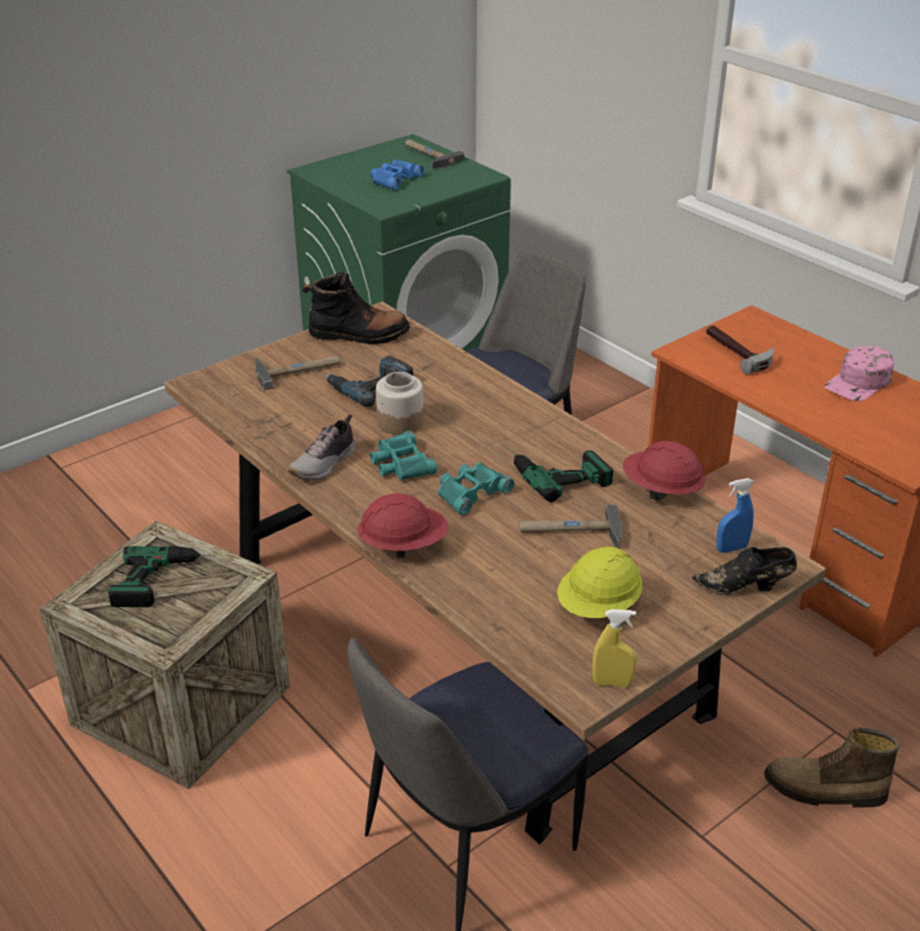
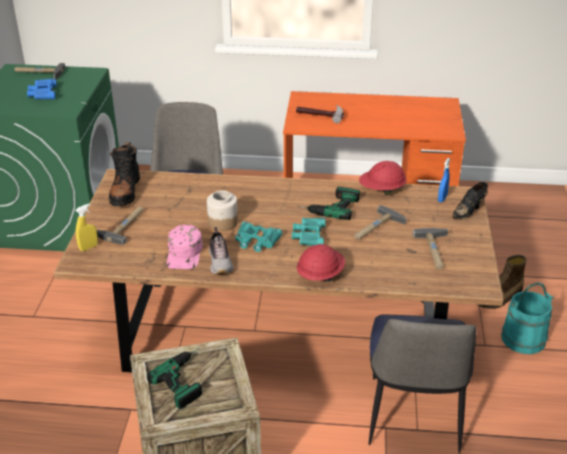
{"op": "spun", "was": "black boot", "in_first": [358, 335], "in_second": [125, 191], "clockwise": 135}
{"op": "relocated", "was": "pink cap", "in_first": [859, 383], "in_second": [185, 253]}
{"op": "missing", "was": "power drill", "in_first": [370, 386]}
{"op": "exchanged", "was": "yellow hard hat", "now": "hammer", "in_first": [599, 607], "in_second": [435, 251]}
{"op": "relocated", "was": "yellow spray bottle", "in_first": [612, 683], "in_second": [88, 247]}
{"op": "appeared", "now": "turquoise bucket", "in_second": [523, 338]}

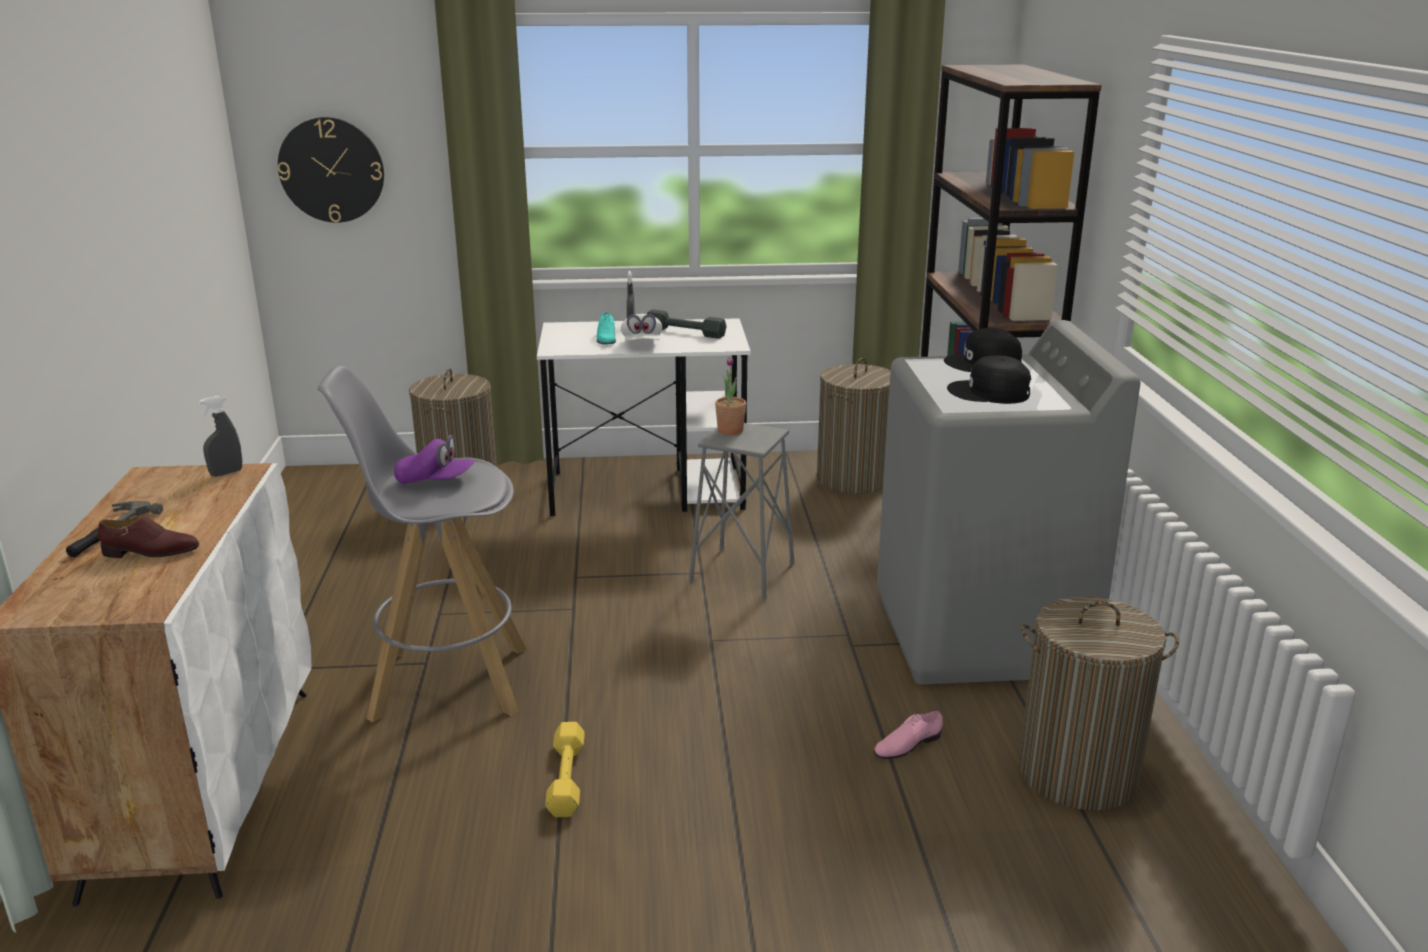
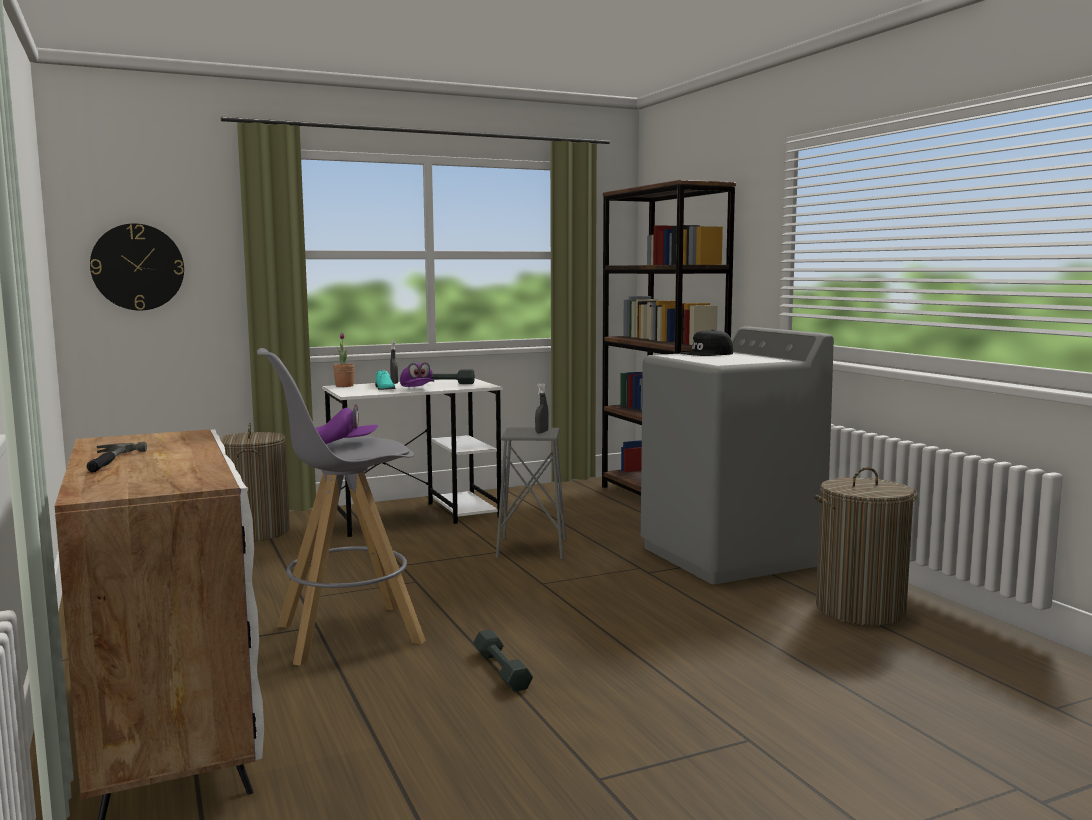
{"op": "colour", "was": "white cap", "now": "purple cap", "in_first": [642, 345], "in_second": [417, 389]}
{"op": "relocated", "was": "potted plant", "in_first": [730, 430], "in_second": [344, 386]}
{"op": "missing", "was": "black cap", "in_first": [989, 393]}
{"op": "missing", "was": "laundry basket", "in_first": [853, 479]}
{"op": "relocated", "was": "grey spray bottle", "in_first": [226, 473], "in_second": [541, 432]}
{"op": "missing", "was": "brown shoe", "in_first": [151, 552]}
{"op": "missing", "was": "pink shoe", "in_first": [907, 744]}
{"op": "colour", "was": "yellow dumbbell", "now": "grey dumbbell", "in_first": [566, 778], "in_second": [501, 669]}

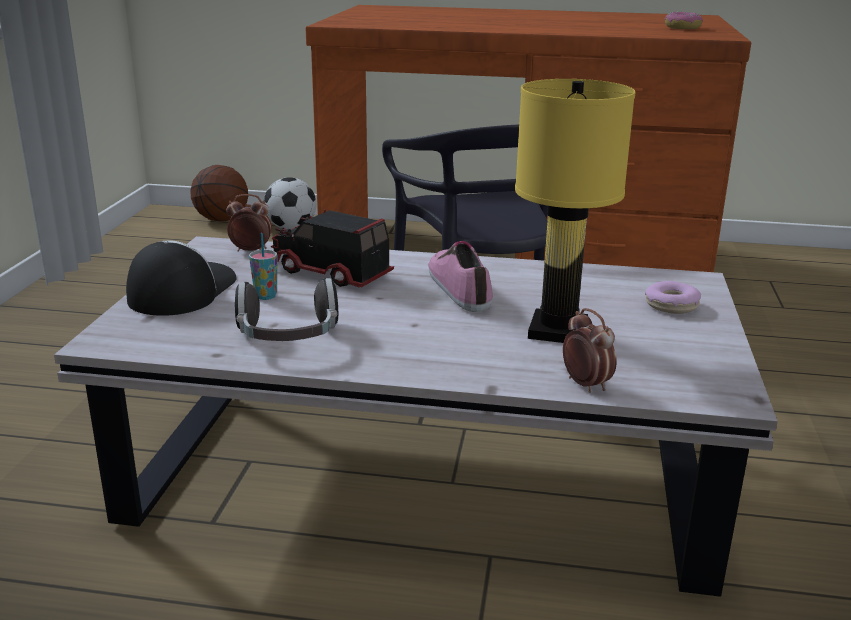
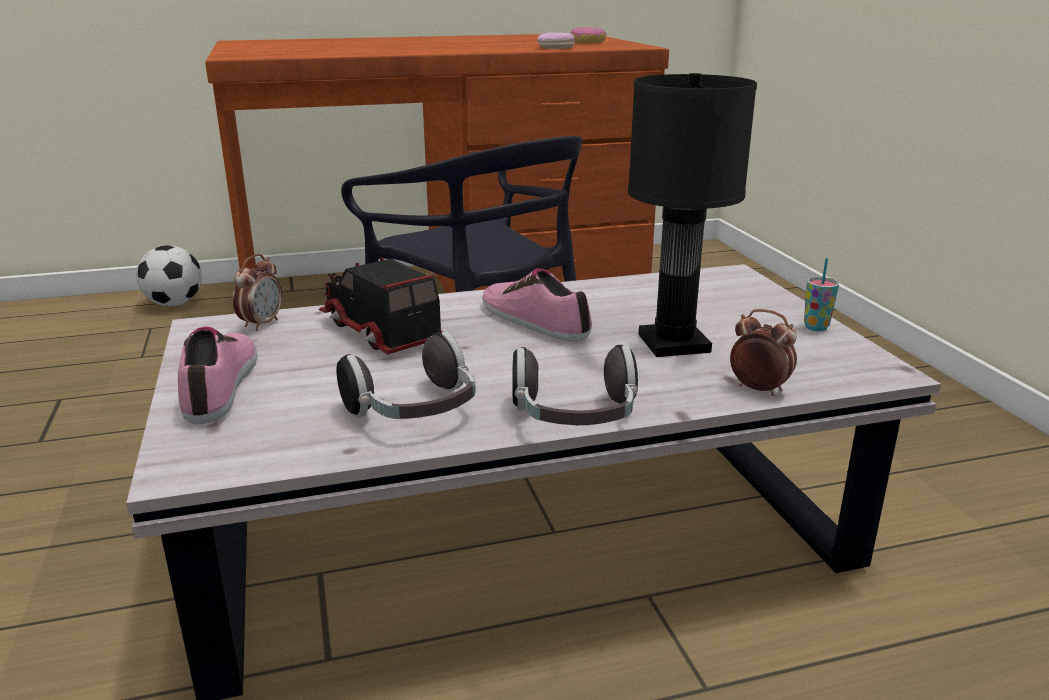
{"op": "colour", "was": "yellow table lamp", "now": "black table lamp", "in_first": [559, 330], "in_second": [674, 343]}
{"op": "missing", "was": "basketball", "in_first": [222, 219]}
{"op": "spun", "was": "alarm clock", "in_first": [251, 251], "in_second": [261, 324], "clockwise": 135}
{"op": "spun", "was": "toy truck", "in_first": [329, 273], "in_second": [380, 331], "clockwise": 45}
{"op": "relocated", "was": "cup", "in_first": [265, 296], "in_second": [816, 327]}
{"op": "exchanged", "was": "cap", "now": "shoe", "in_first": [181, 290], "in_second": [222, 385]}
{"op": "relocated", "was": "donut", "in_first": [671, 305], "in_second": [556, 47]}
{"op": "appeared", "now": "headphones", "in_second": [575, 419]}

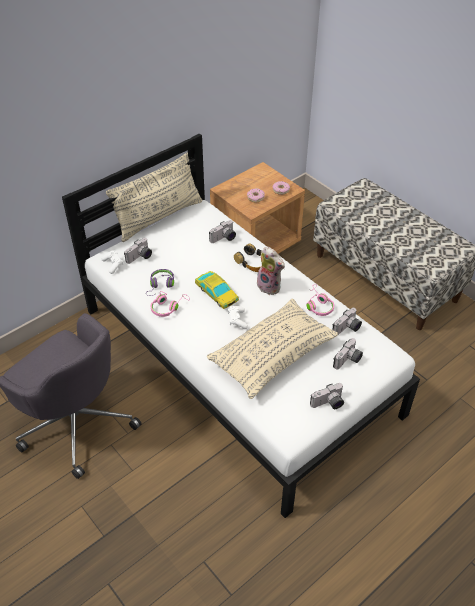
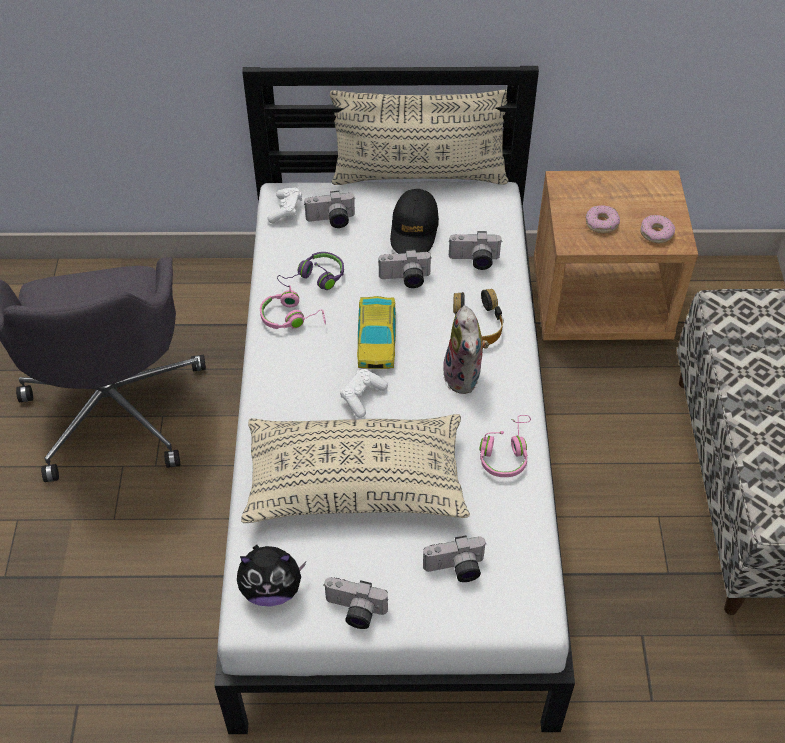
{"op": "relocated", "was": "photo camera", "in_first": [347, 329], "in_second": [405, 280]}
{"op": "appeared", "now": "black cap", "in_second": [414, 230]}
{"op": "appeared", "now": "plush toy", "in_second": [271, 589]}

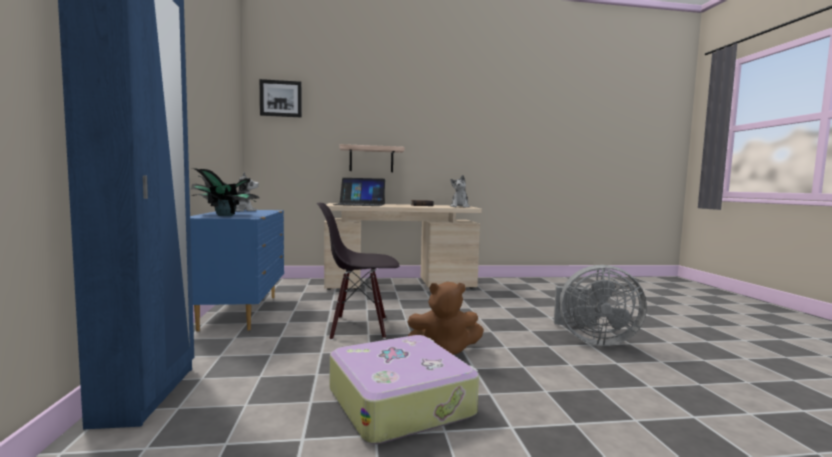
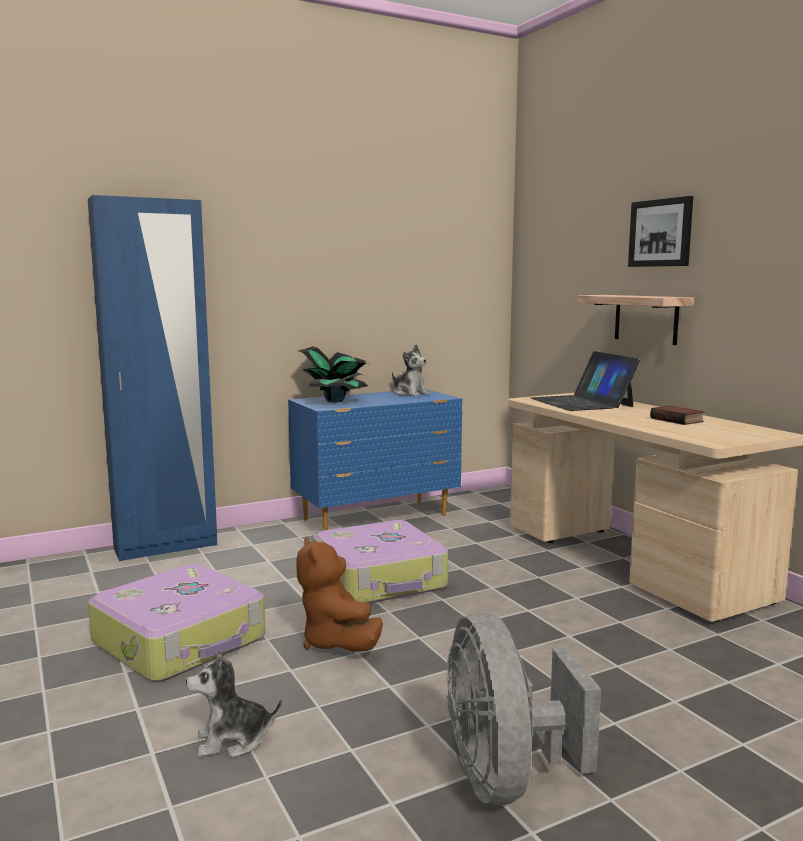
{"op": "relocated", "was": "picture", "in_first": [281, 98], "in_second": [661, 233]}
{"op": "relocated", "was": "plush toy", "in_first": [459, 206], "in_second": [233, 740]}
{"op": "exchanged", "was": "black chair", "now": "suitcase", "in_first": [359, 328], "in_second": [380, 579]}

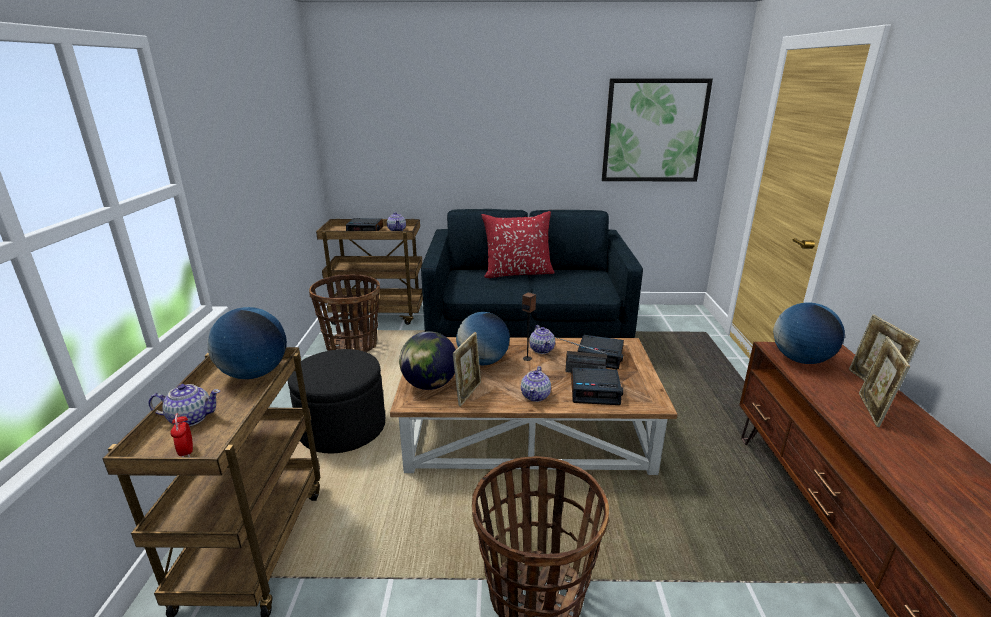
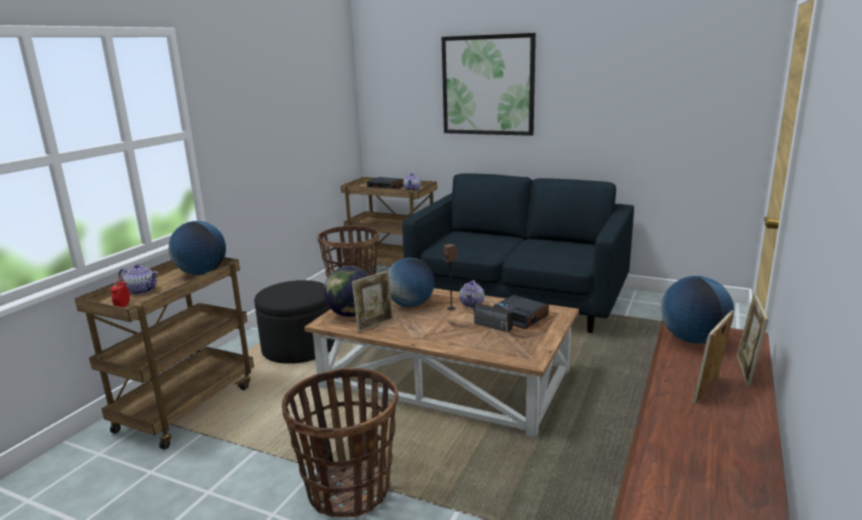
{"op": "relocated", "was": "picture", "in_first": [654, 131], "in_second": [488, 85]}
{"op": "missing", "was": "red pillow", "in_first": [517, 273]}
{"op": "missing", "was": "teapot", "in_first": [536, 396]}
{"op": "missing", "was": "alarm clock", "in_first": [595, 391]}

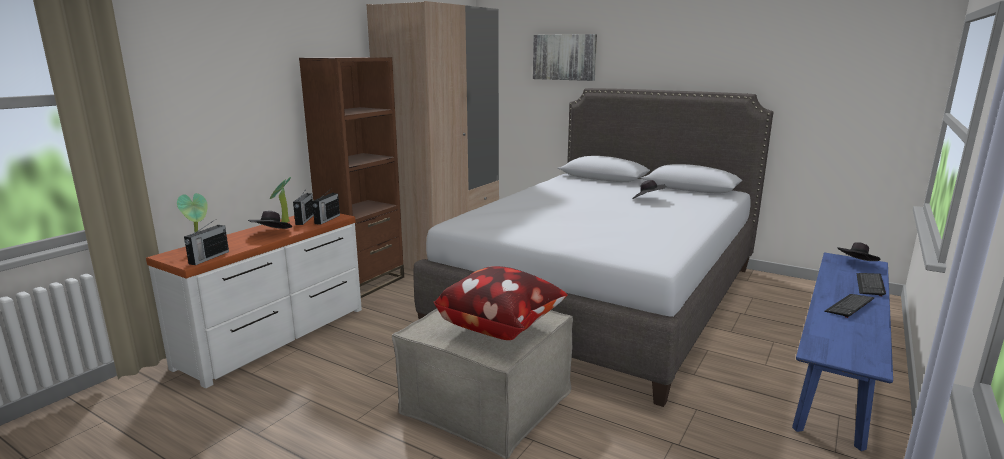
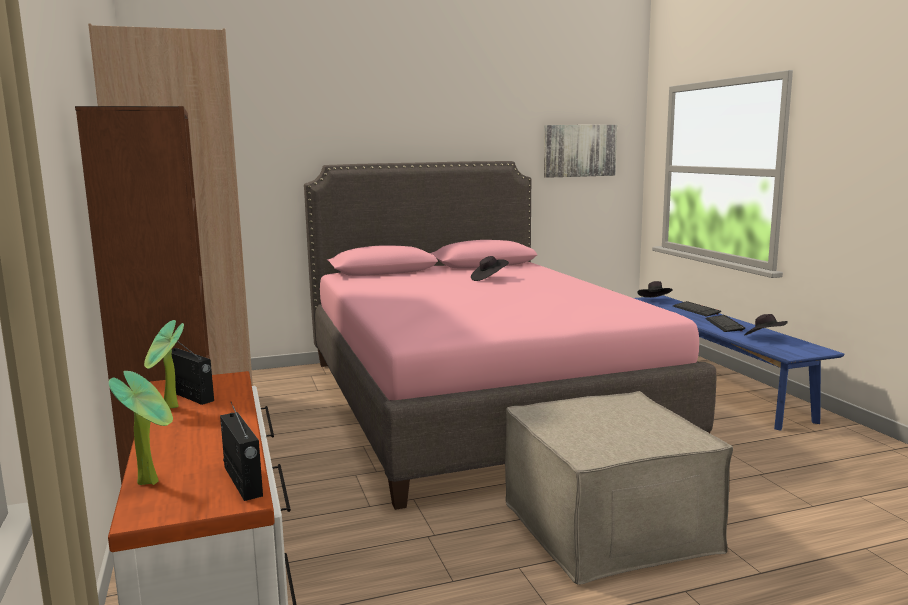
{"op": "relocated", "was": "picture", "in_first": [564, 57], "in_second": [579, 150]}
{"op": "colour", "was": "grey bed", "now": "pink bed", "in_first": [602, 296], "in_second": [475, 402]}
{"op": "missing", "was": "radio", "in_first": [326, 219]}
{"op": "relocated", "was": "black hat", "in_first": [271, 233], "in_second": [764, 338]}
{"op": "missing", "was": "pillow", "in_first": [500, 326]}

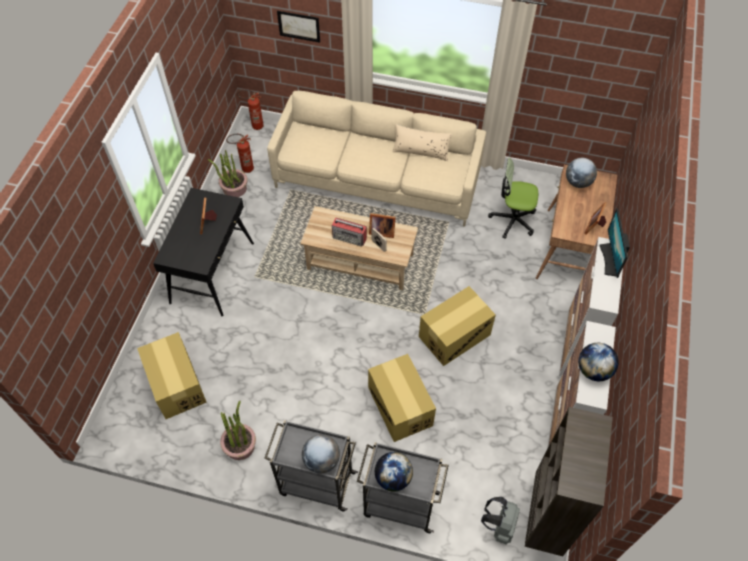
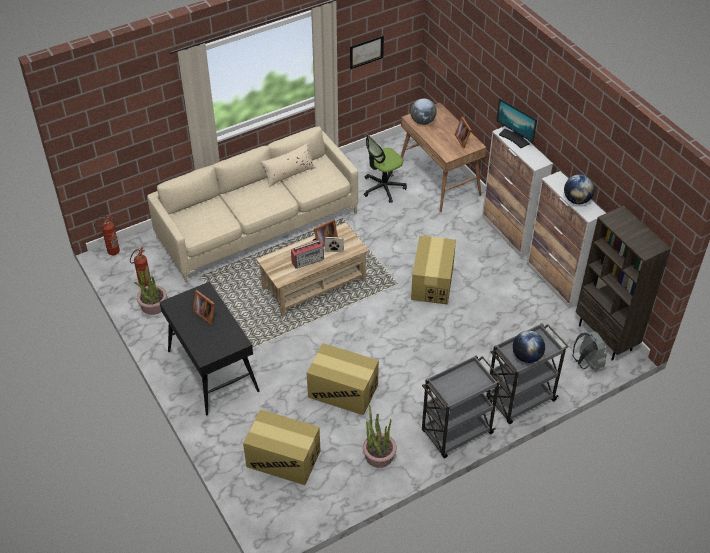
{"op": "relocated", "was": "picture", "in_first": [299, 26], "in_second": [366, 52]}
{"op": "relocated", "was": "cardboard box", "in_first": [400, 406], "in_second": [343, 391]}
{"op": "missing", "was": "globe", "in_first": [322, 460]}

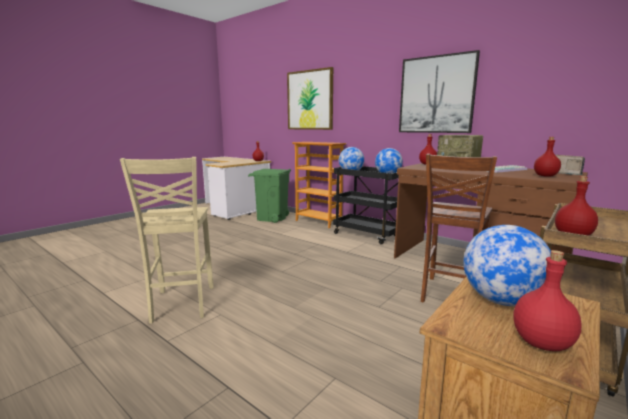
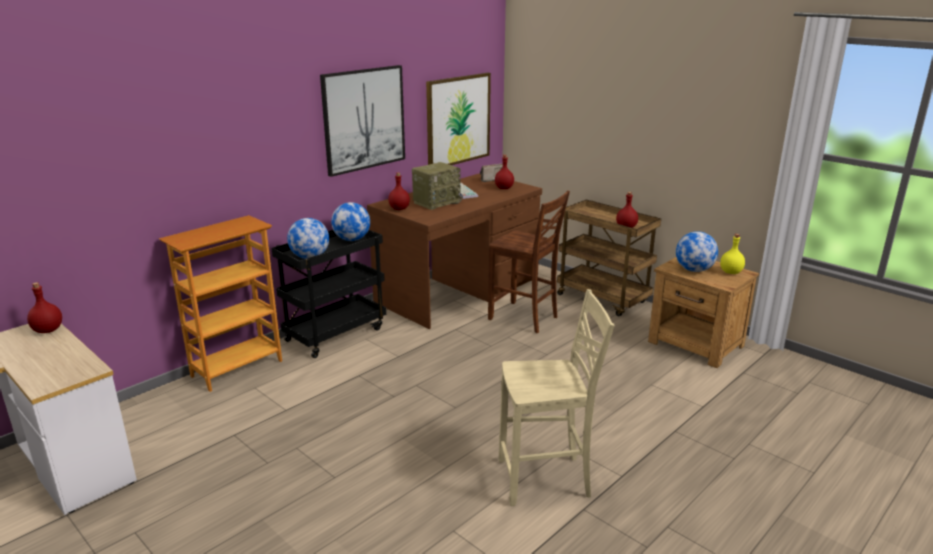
{"op": "relocated", "was": "picture", "in_first": [310, 100], "in_second": [458, 120]}
{"op": "missing", "was": "green trash can", "in_first": [272, 218]}
{"op": "colour", "was": "red bottle", "now": "yellow bottle", "in_first": [540, 342], "in_second": [730, 272]}

